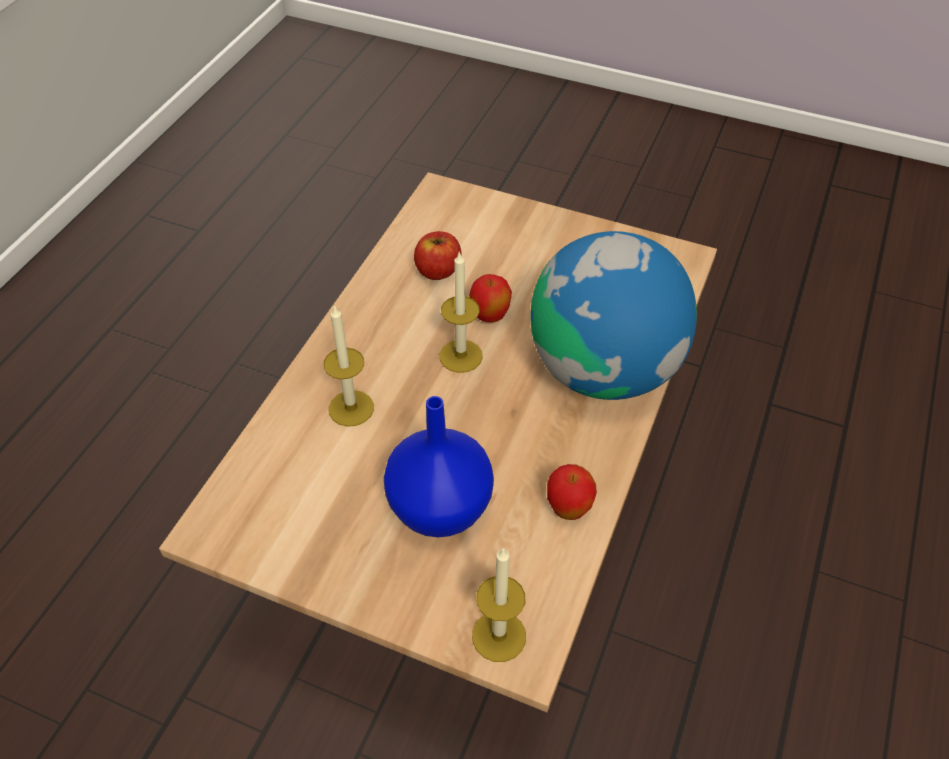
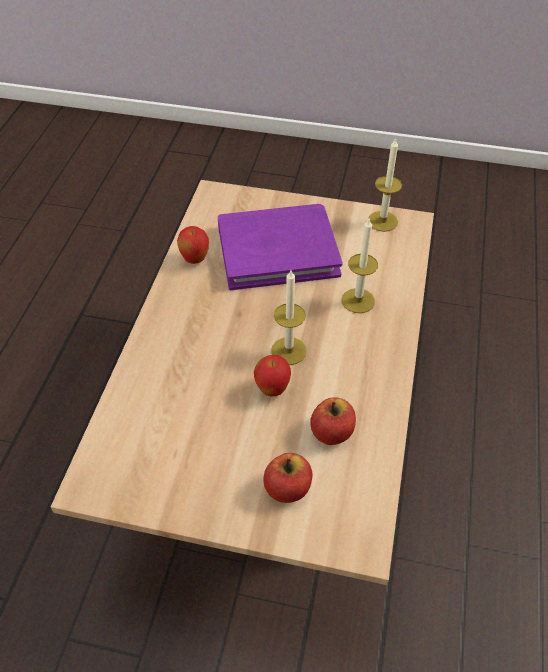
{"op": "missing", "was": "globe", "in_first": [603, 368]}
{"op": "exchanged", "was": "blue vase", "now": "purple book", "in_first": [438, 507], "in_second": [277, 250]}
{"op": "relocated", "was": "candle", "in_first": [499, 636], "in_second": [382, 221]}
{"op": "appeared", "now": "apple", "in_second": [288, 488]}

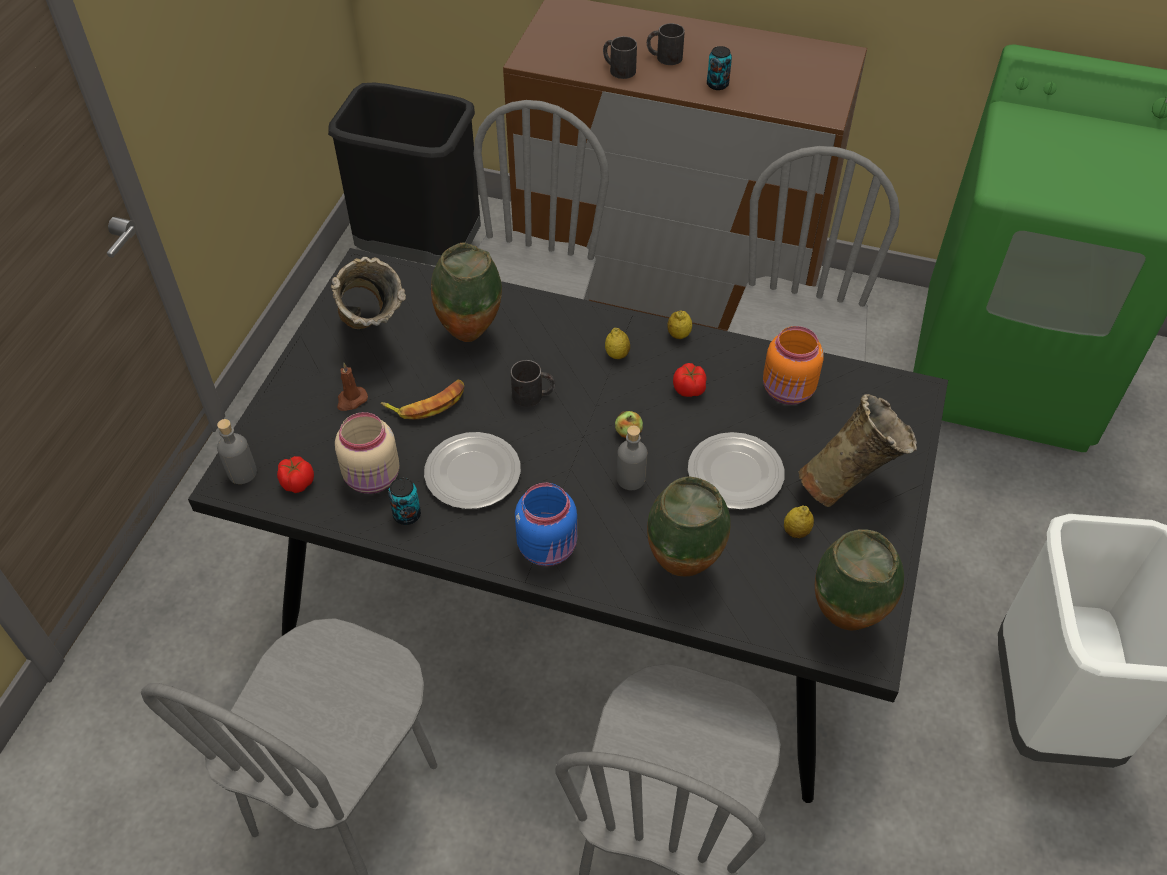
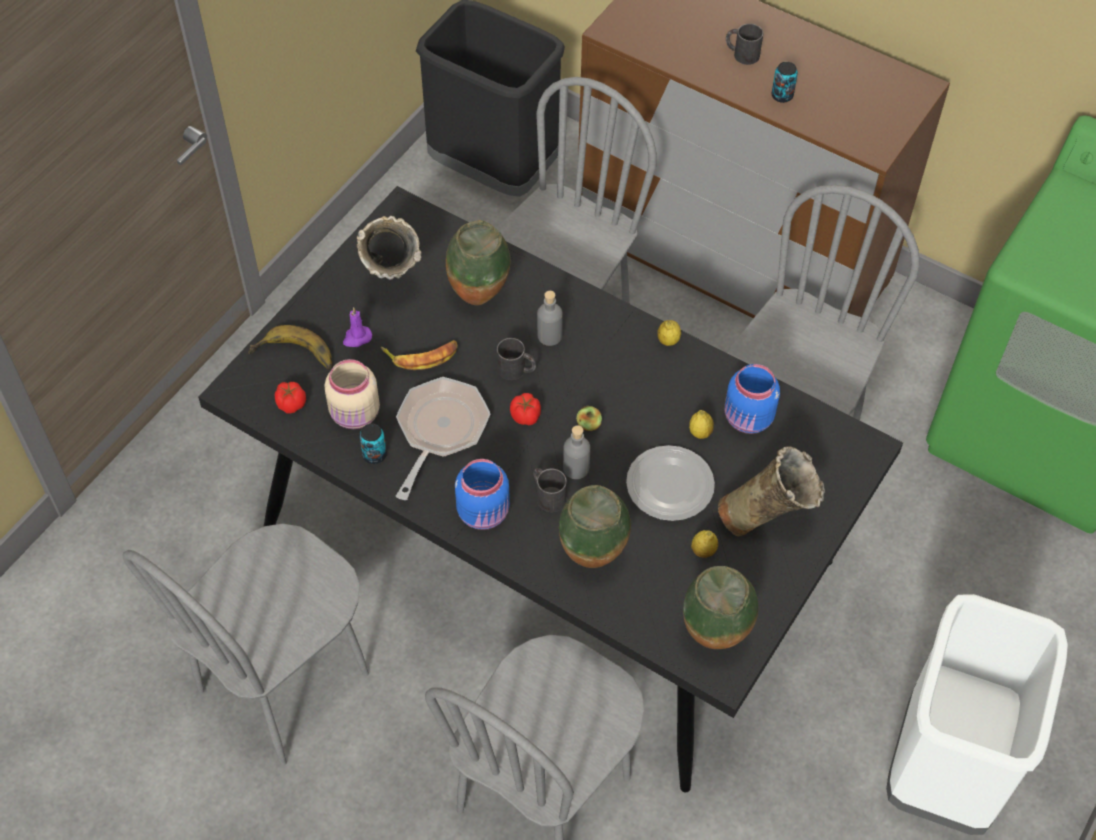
{"op": "relocated", "was": "black mug", "in_first": [618, 69], "in_second": [547, 495]}
{"op": "colour", "was": "orange jar", "now": "blue jar", "in_first": [788, 391], "in_second": [748, 419]}
{"op": "relocated", "was": "lemon", "in_first": [617, 355], "in_second": [700, 433]}
{"op": "colour", "was": "brown candle", "now": "purple candle", "in_first": [351, 400], "in_second": [357, 338]}
{"op": "relocated", "was": "tomato", "in_first": [689, 389], "in_second": [526, 417]}
{"op": "relocated", "was": "grey bottle", "in_first": [242, 473], "in_second": [549, 336]}
{"op": "exchanged", "was": "plate", "now": "frying pan", "in_first": [471, 474], "in_second": [440, 431]}
{"op": "appeared", "now": "banana", "in_second": [293, 358]}

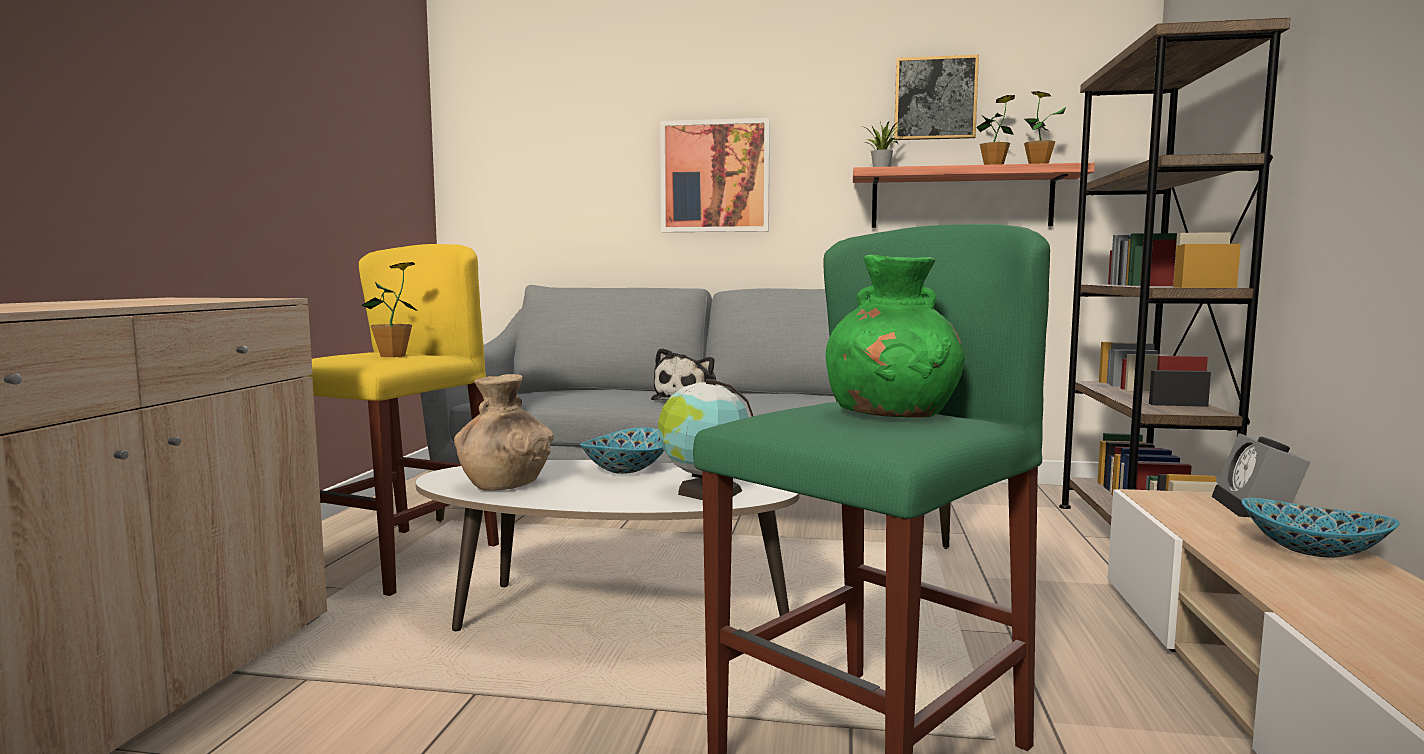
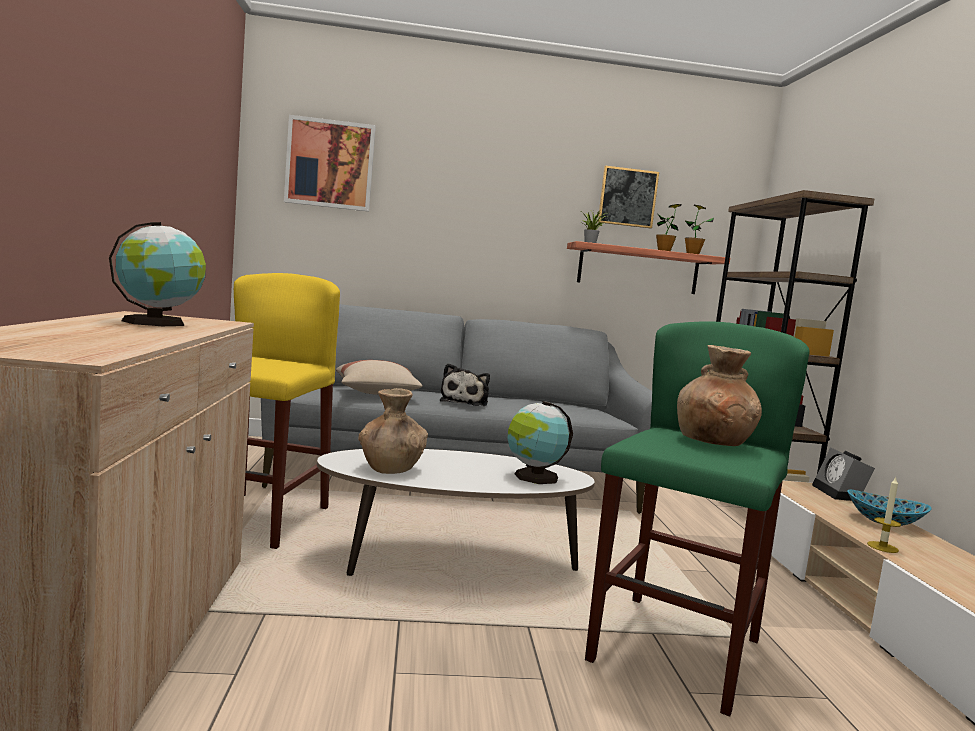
{"op": "relocated", "was": "picture", "in_first": [715, 176], "in_second": [330, 164]}
{"op": "colour", "was": "green vase", "now": "brown vase", "in_first": [892, 414], "in_second": [713, 442]}
{"op": "missing", "was": "potted plant", "in_first": [393, 356]}
{"op": "missing", "was": "bowl", "in_first": [627, 469]}
{"op": "appeared", "now": "globe", "in_second": [158, 323]}
{"op": "appeared", "now": "beige pillow", "in_second": [376, 393]}
{"op": "appeared", "now": "candle", "in_second": [882, 547]}

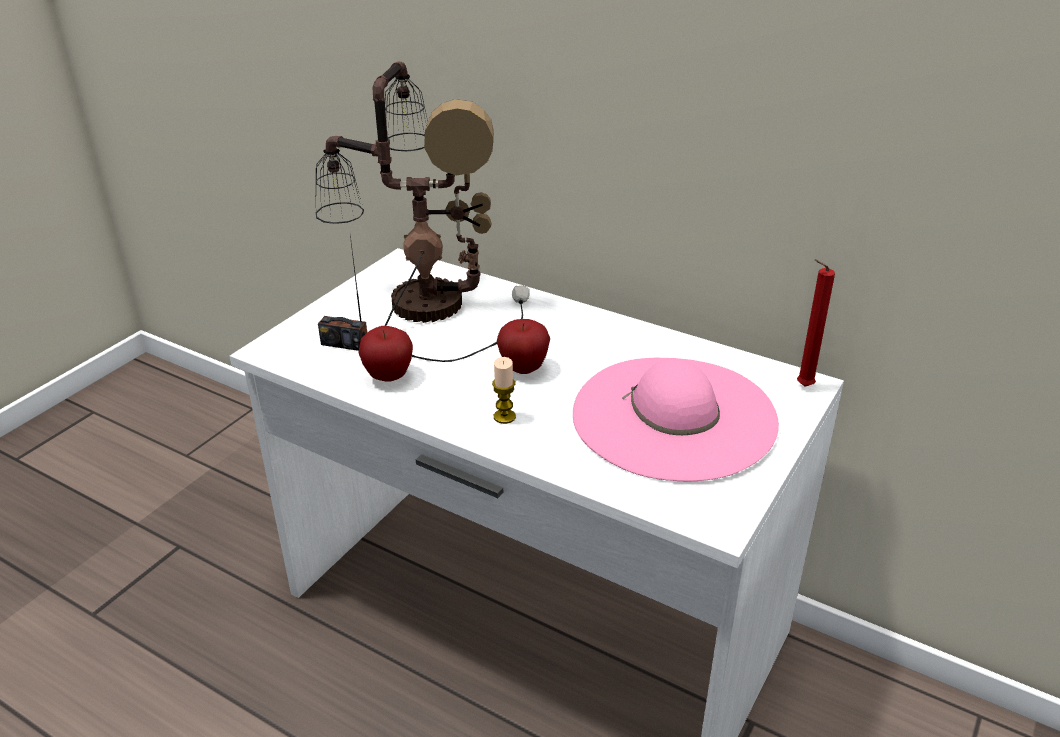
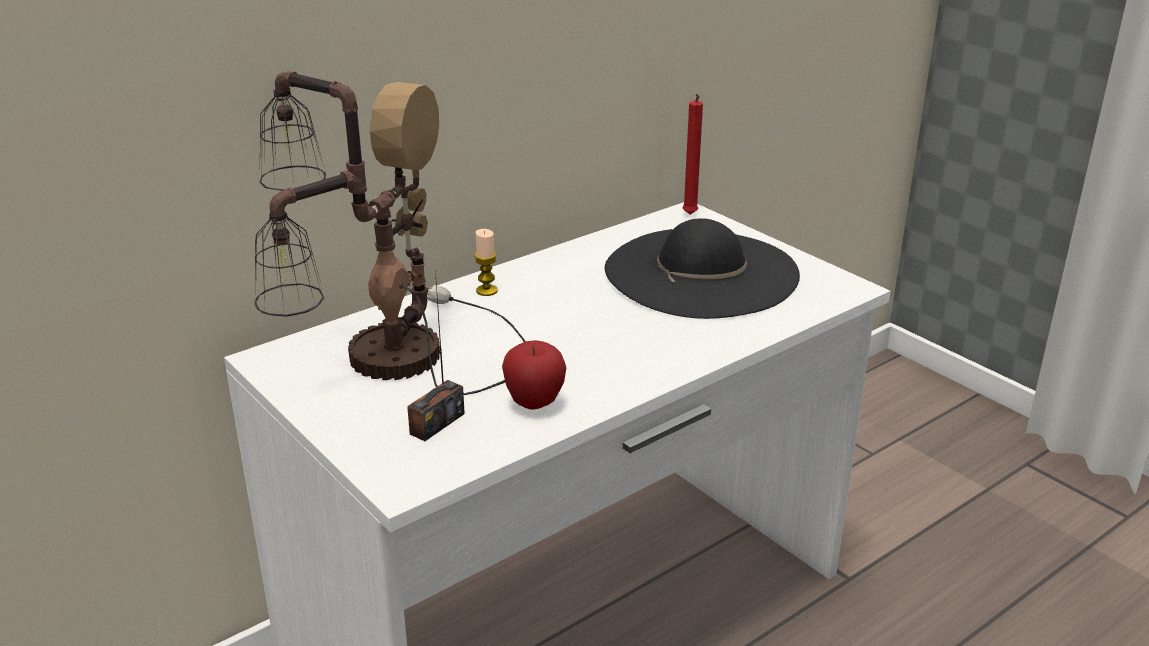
{"op": "missing", "was": "apple", "in_first": [523, 368]}
{"op": "relocated", "was": "candle", "in_first": [504, 417], "in_second": [486, 291]}
{"op": "colour", "was": "pink hat", "now": "black hat", "in_first": [674, 416], "in_second": [701, 272]}

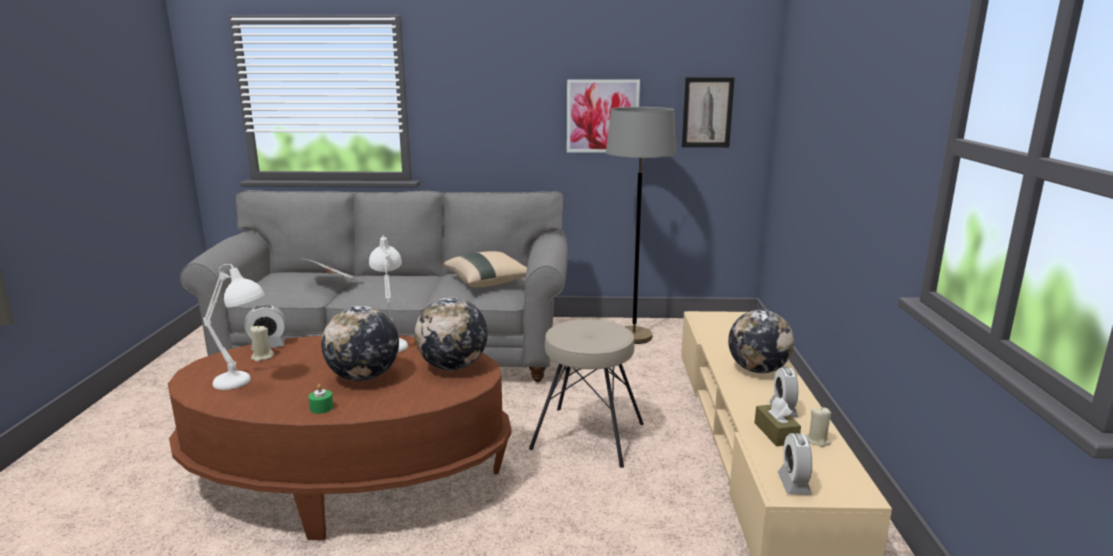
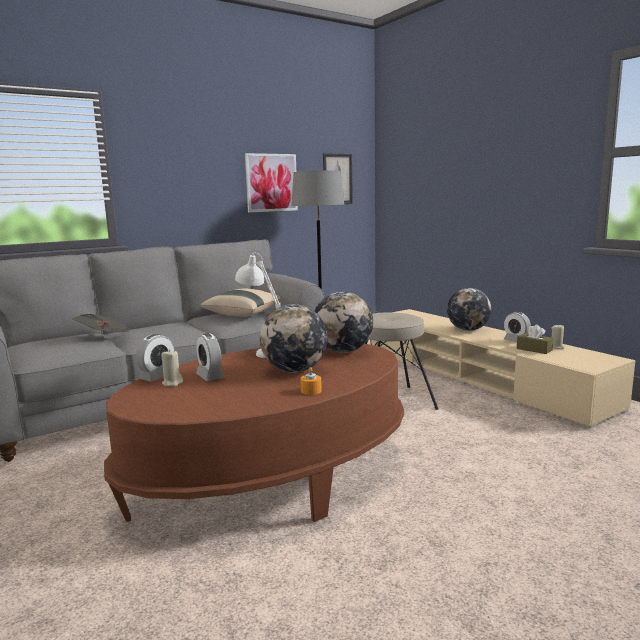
{"op": "missing", "was": "white table lamp", "in_first": [244, 383]}
{"op": "colour", "was": "green candle", "now": "orange candle", "in_first": [321, 408], "in_second": [311, 391]}
{"op": "relocated", "was": "alarm clock", "in_first": [794, 484], "in_second": [210, 376]}

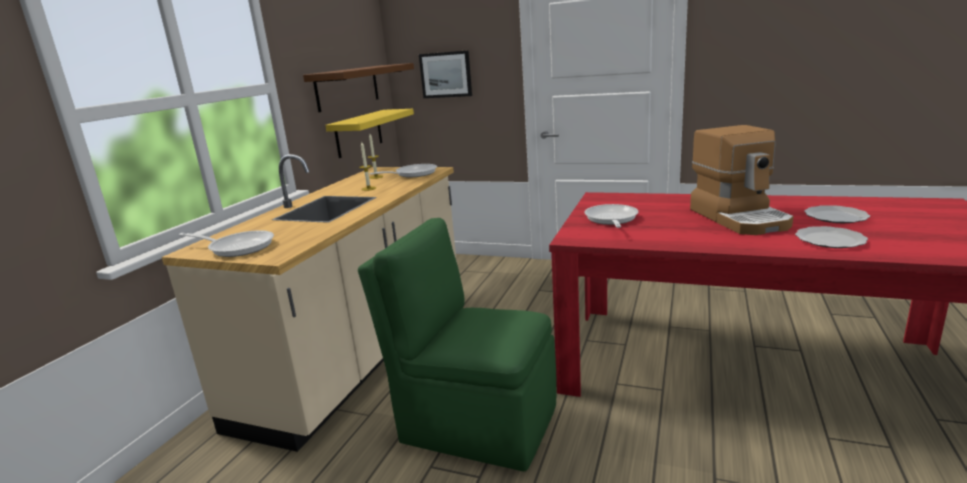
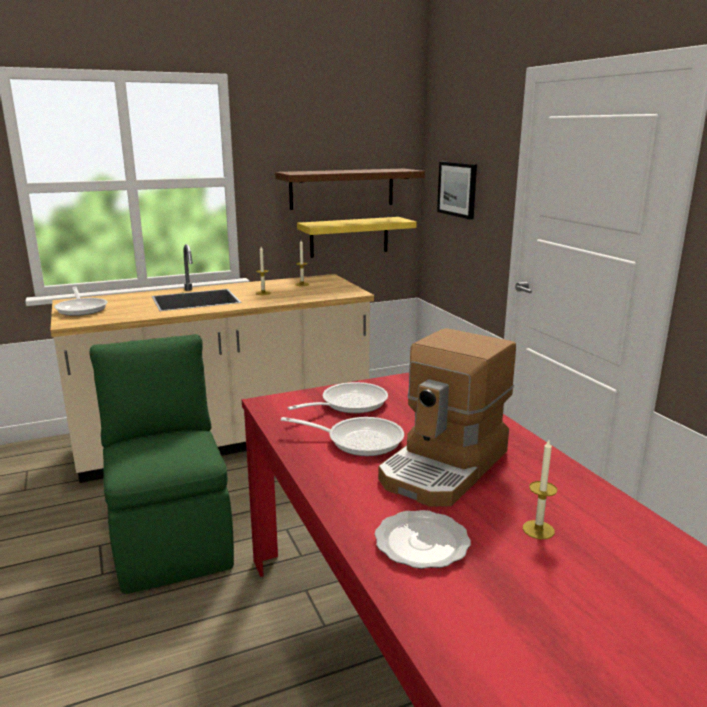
{"op": "relocated", "was": "frying pan", "in_first": [412, 174], "in_second": [358, 440]}
{"op": "exchanged", "was": "plate", "now": "candle", "in_first": [834, 217], "in_second": [538, 529]}

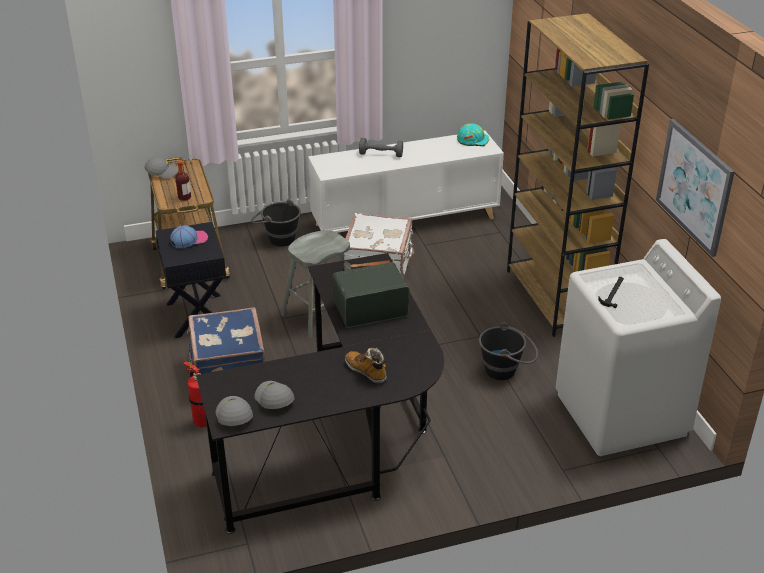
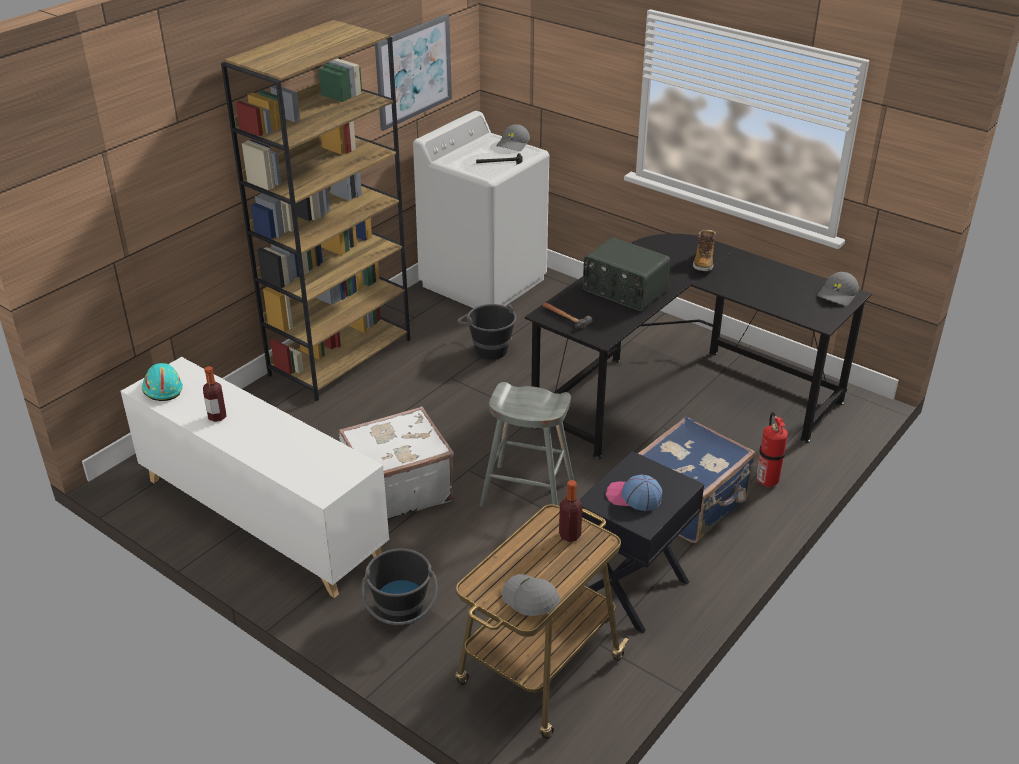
{"op": "missing", "was": "grey dumbbell", "in_first": [381, 154]}
{"op": "relocated", "was": "grey cap", "in_first": [274, 399], "in_second": [513, 144]}
{"op": "appeared", "now": "bottle", "in_second": [217, 417]}

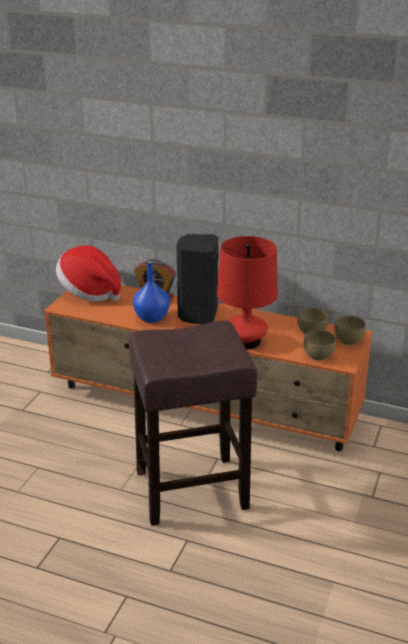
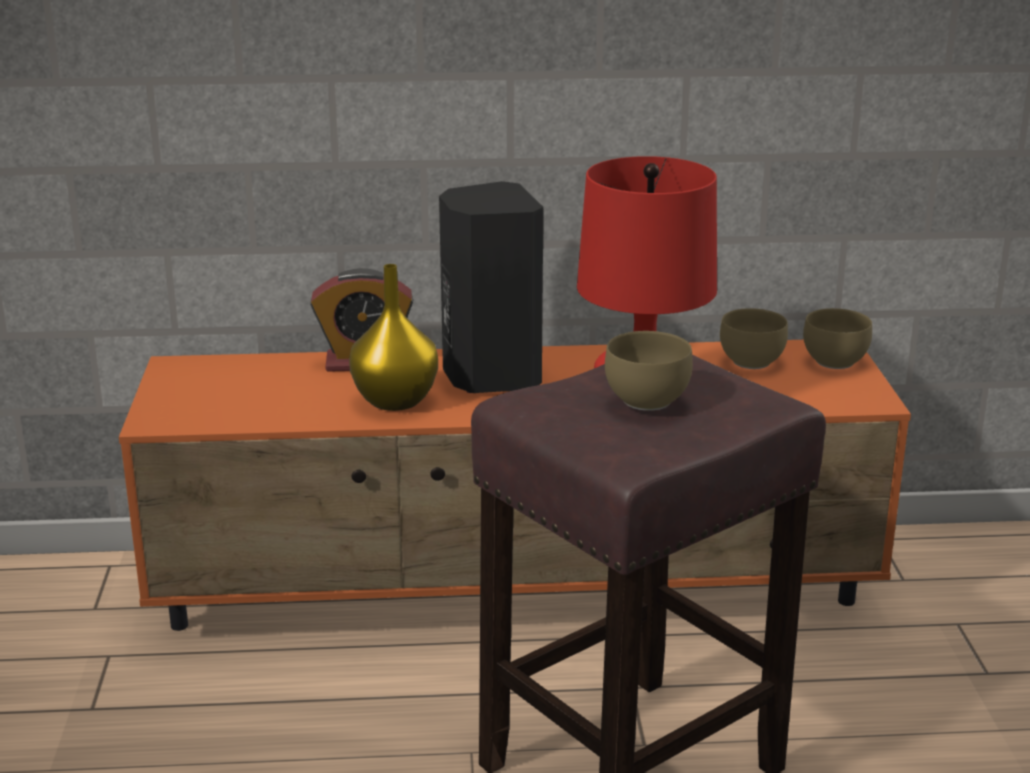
{"op": "missing", "was": "hat", "in_first": [89, 292]}
{"op": "colour", "was": "blue vase", "now": "yellow vase", "in_first": [151, 318], "in_second": [396, 401]}
{"op": "relocated", "was": "brown bowl", "in_first": [319, 356], "in_second": [650, 401]}

